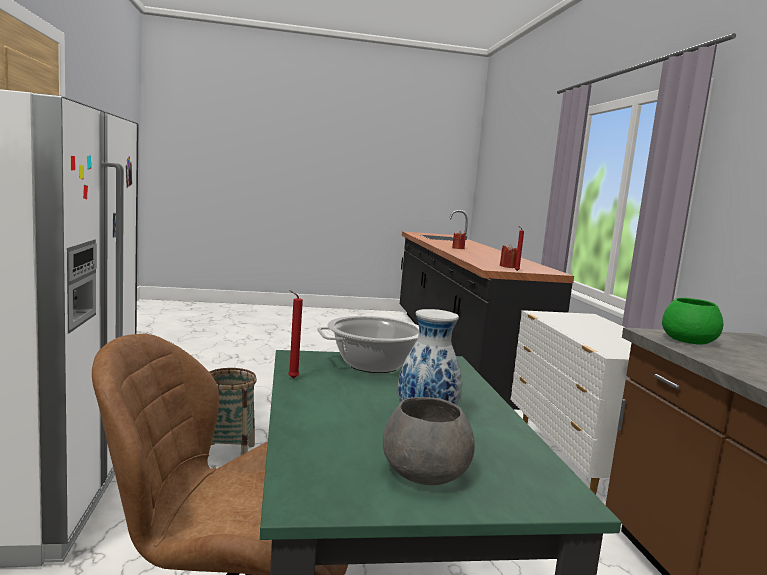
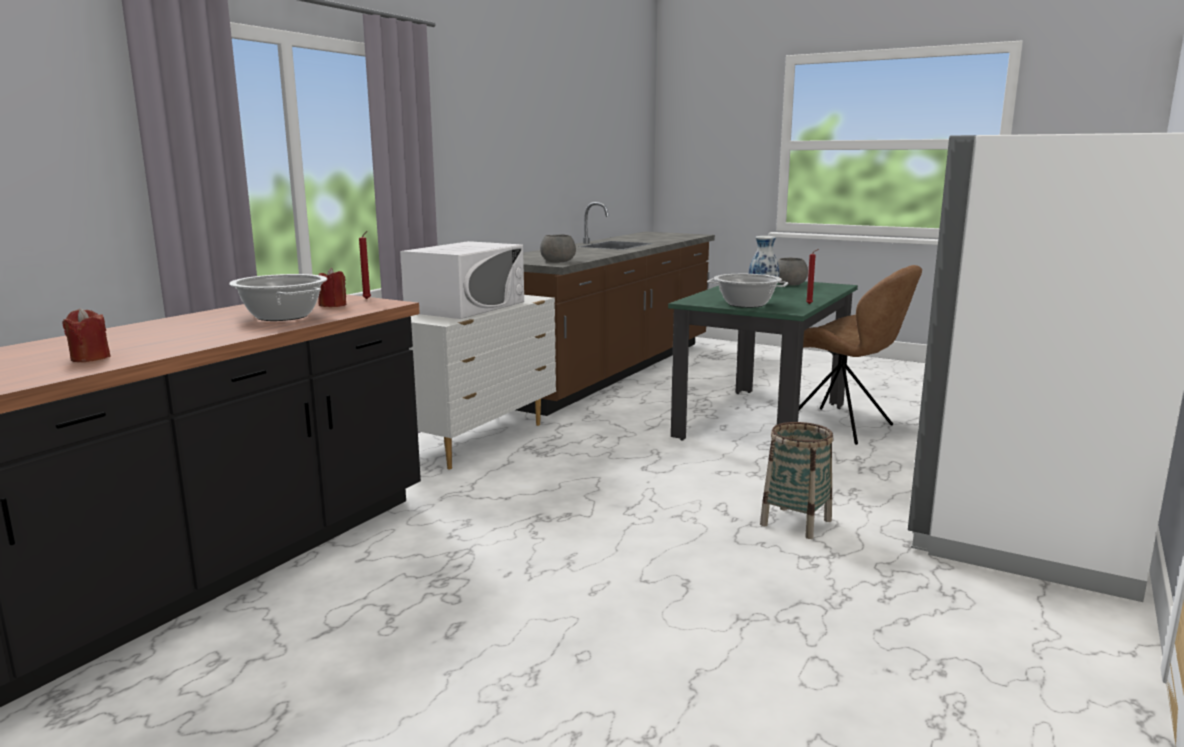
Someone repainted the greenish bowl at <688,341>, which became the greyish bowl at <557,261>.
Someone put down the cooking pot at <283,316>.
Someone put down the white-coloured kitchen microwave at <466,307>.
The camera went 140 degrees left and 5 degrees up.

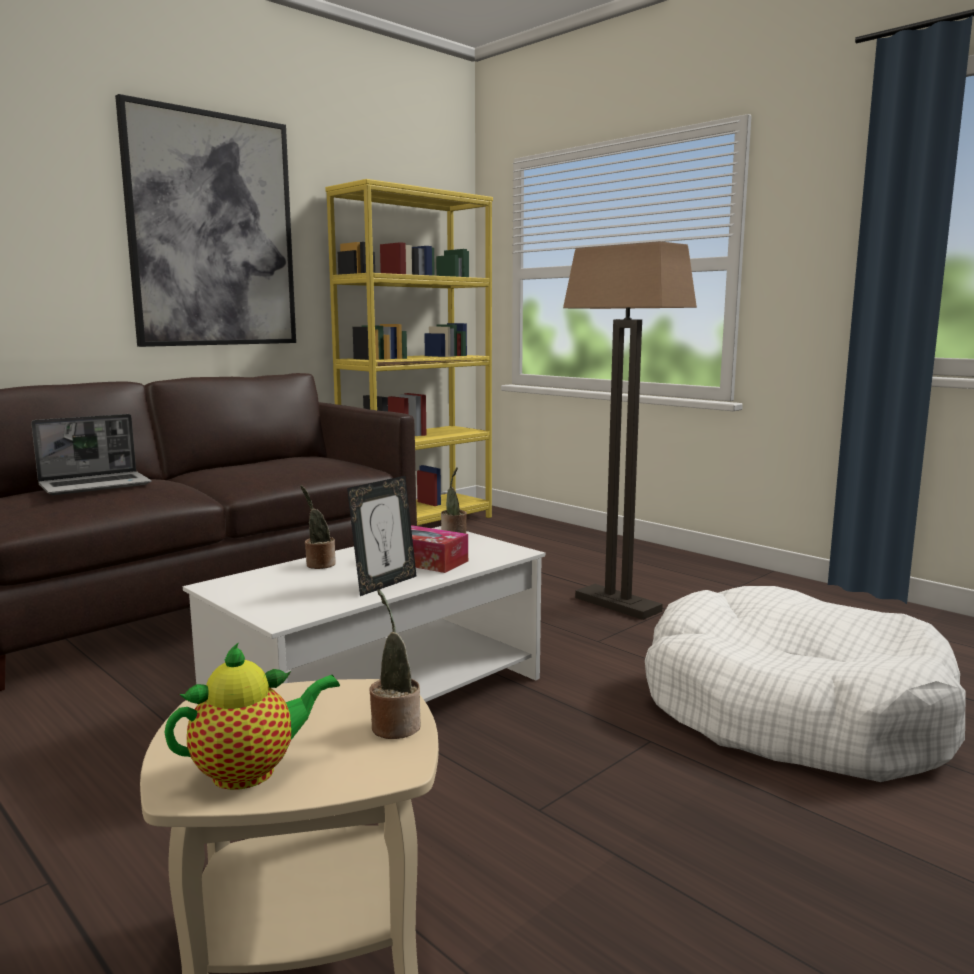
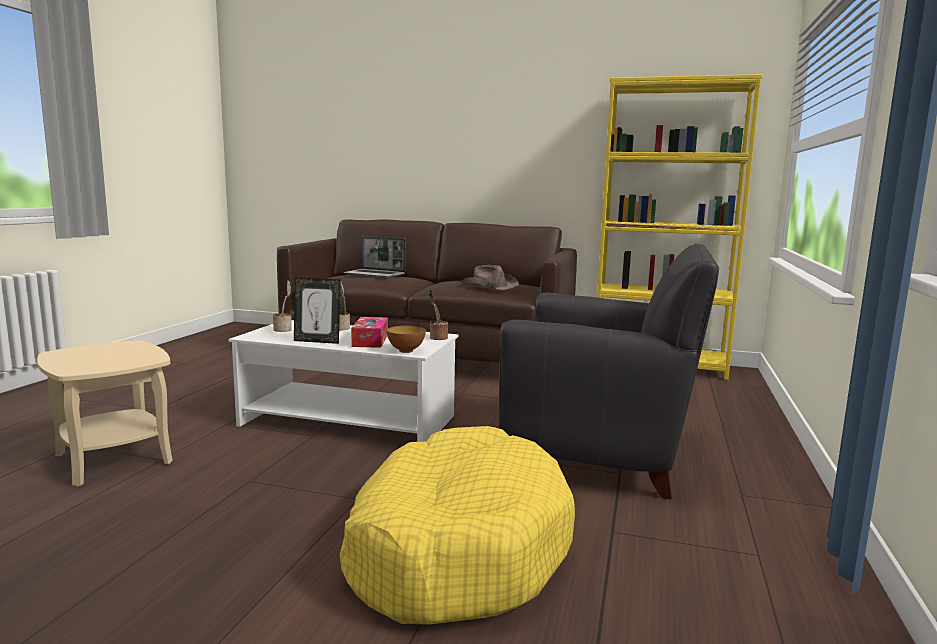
Someone took away the wall art at <212,231>.
Someone took away the tea pot at <251,771>.
Someone carried the potted plant from <394,725> to <283,329>.
Someone swapped the standing lamp at <618,604> for the black-coloured lounge chair at <600,453>.
Someone repainted the white-coloured dog cushion at <792,712>, which became the yellow-coloured dog cushion at <456,547>.
Someone put down the bowl at <406,351>.
Someone put down the brown clothing hat at <489,286>.
The camera went 60 degrees right and 0 degrees up.

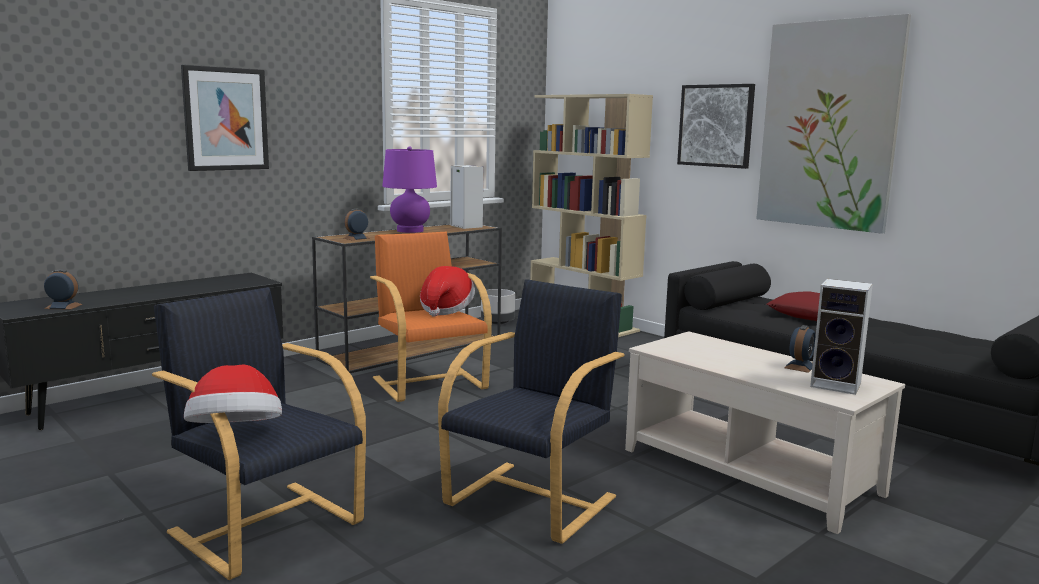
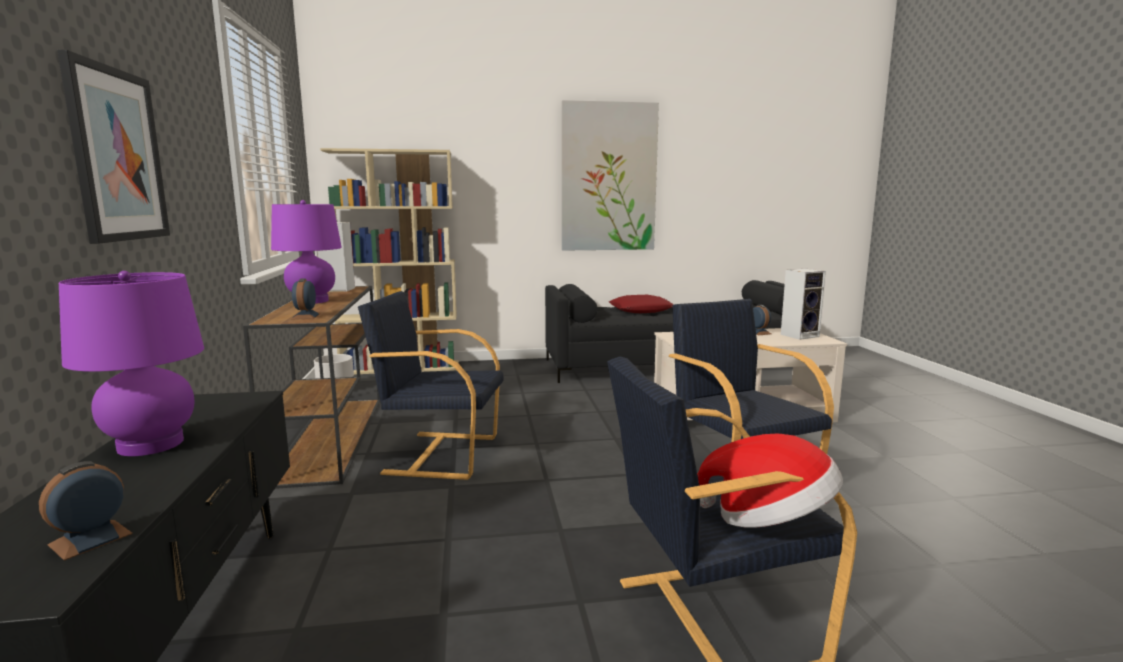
Someone repainted the orange-coloured lounge chair at <429,383>, which became the black-coloured lounge chair at <440,454>.
Someone took away the clothing hat at <446,310>.
Someone took away the wall art at <716,125>.
Someone put down the purple tabletop lamp at <151,444>.
The camera went 55 degrees left and 0 degrees up.

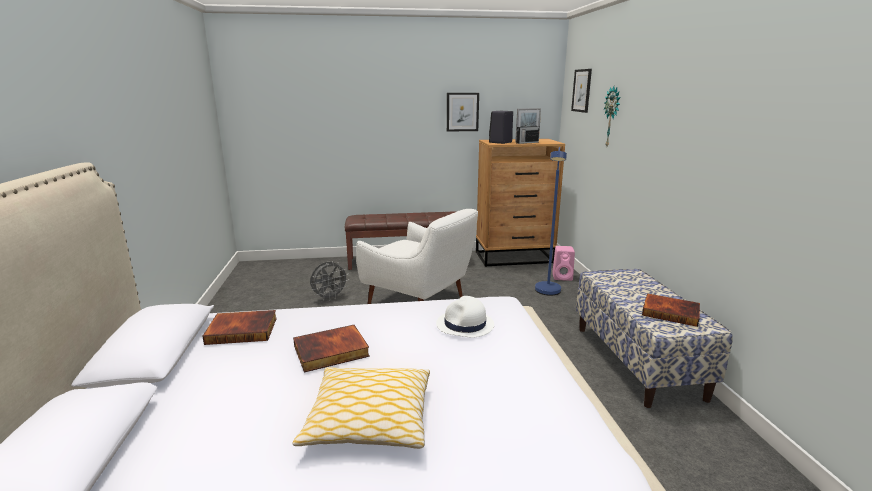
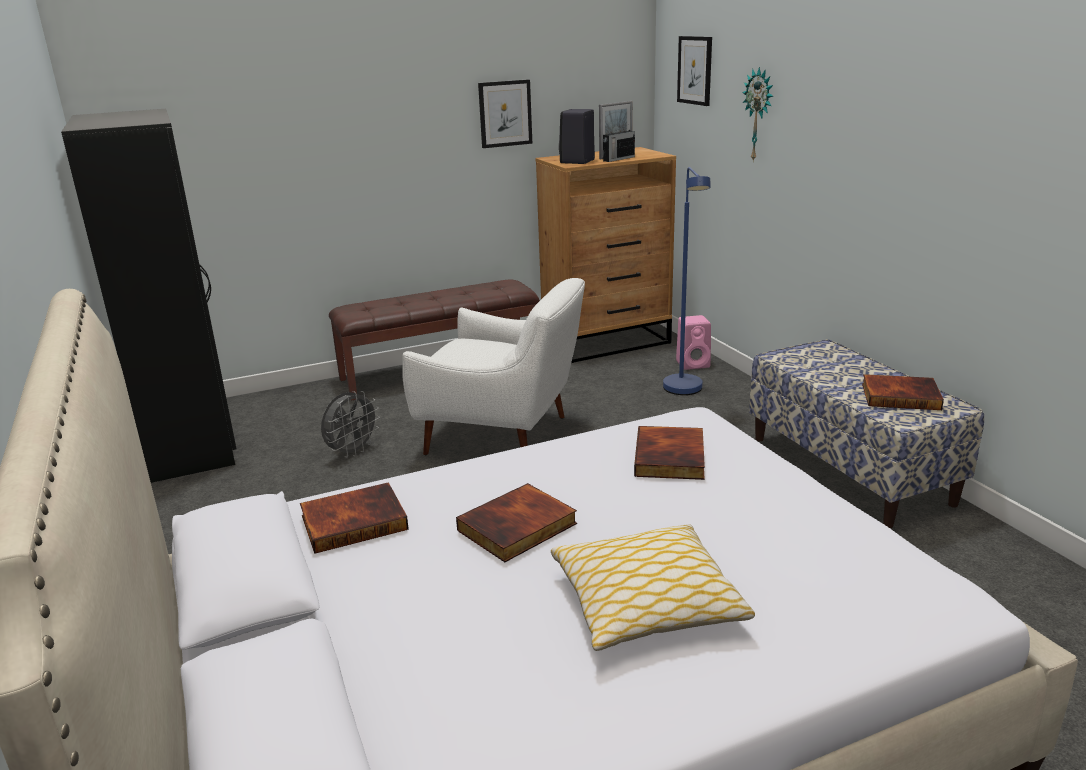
Someone swapped the white-coloured clothing hat at <465,325> for the book at <671,458>.
Someone put down the black-coloured armoire at <192,441>.
The camera went 15 degrees left and 5 degrees up.

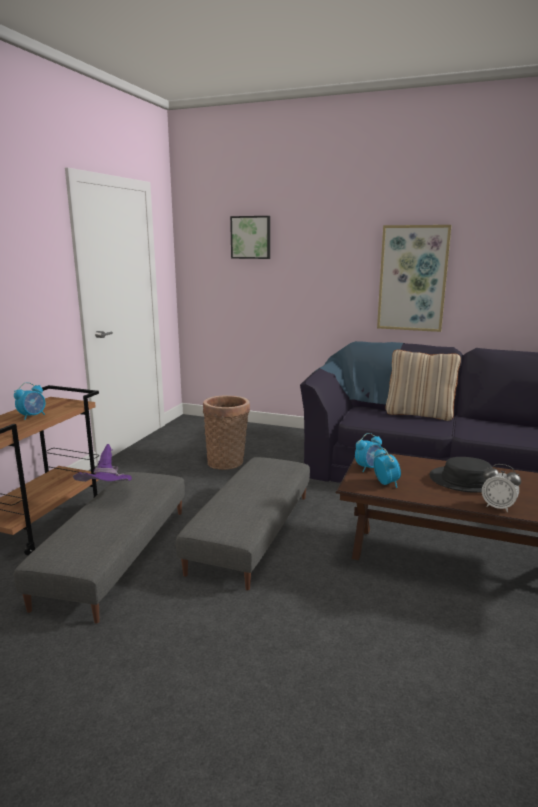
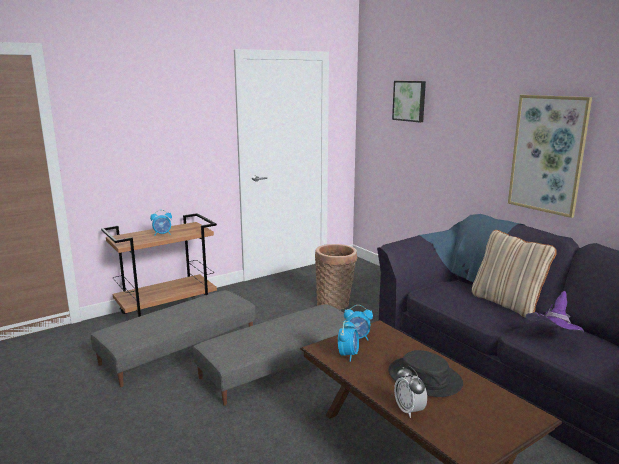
Someone carried the purple clothing hat from <108,496> to <554,341>.
The camera went 35 degrees right and 0 degrees up.

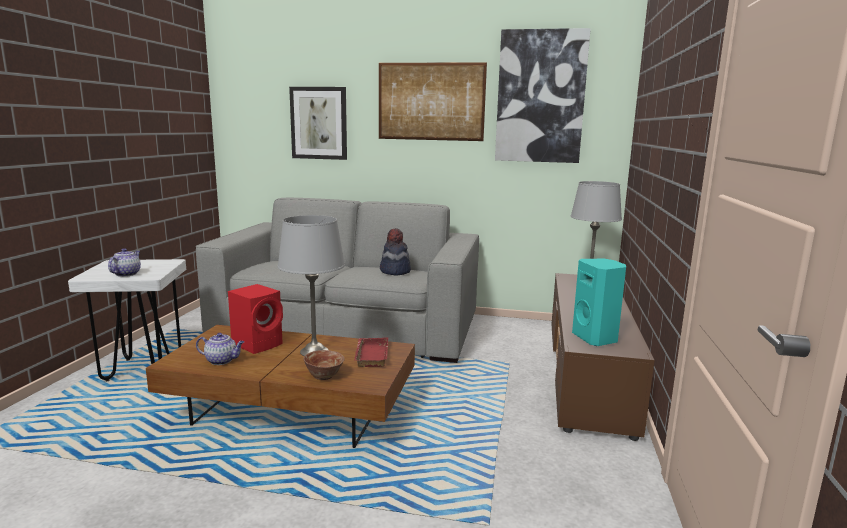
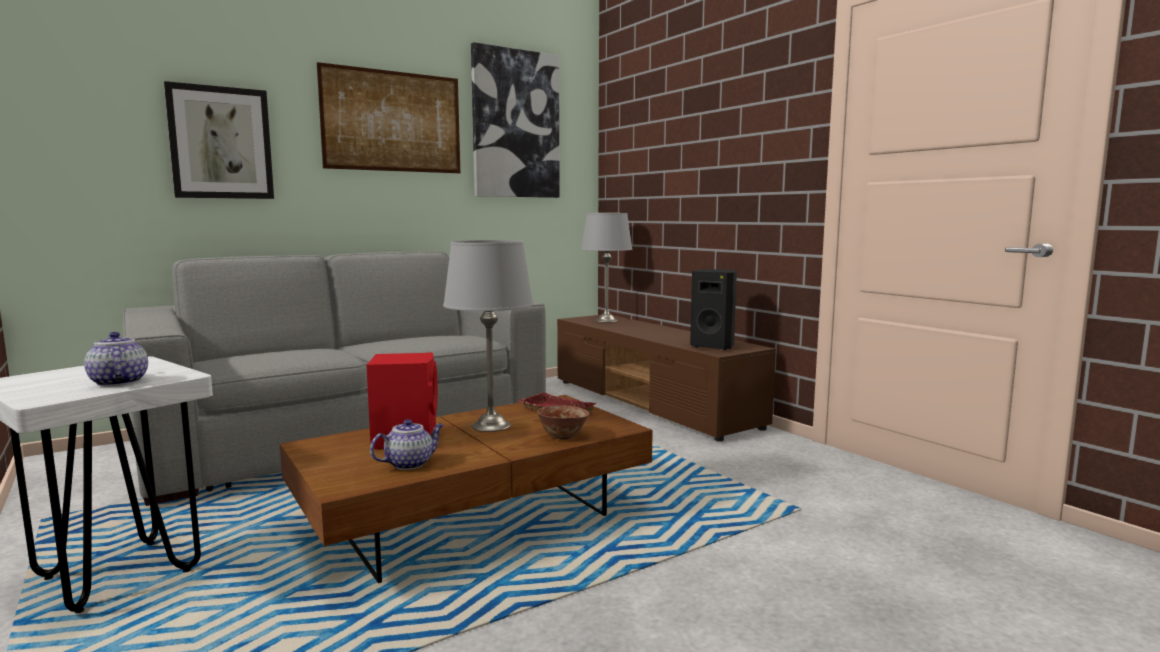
Someone took away the clothing hat at <395,271>.
Someone repainted the turquoise-coloured speaker at <596,338>, which became the black-coloured speaker at <713,346>.
The camera went 45 degrees left and 5 degrees down.

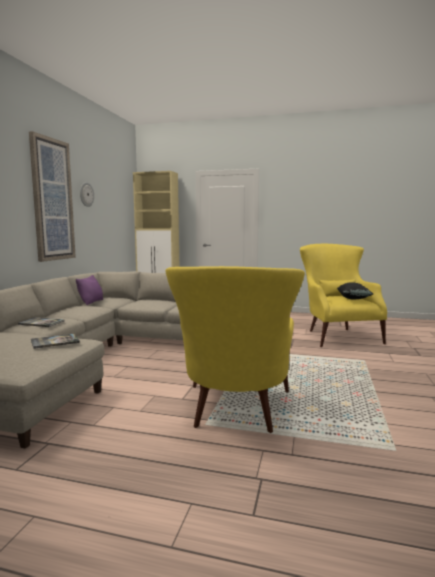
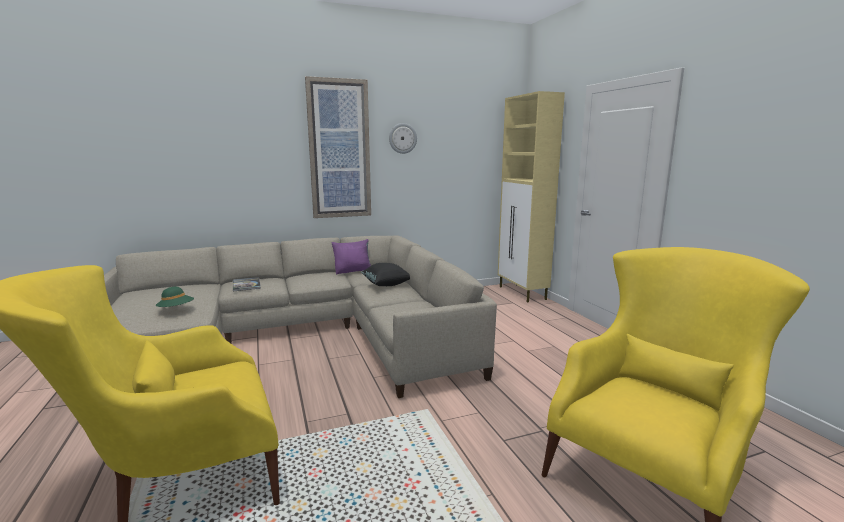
Someone swapped the book at <55,342> for the greenish clothing hat at <176,309>.
Someone carried the black-coloured pillow from <353,299> to <386,285>.
The camera went 55 degrees right and 5 degrees up.

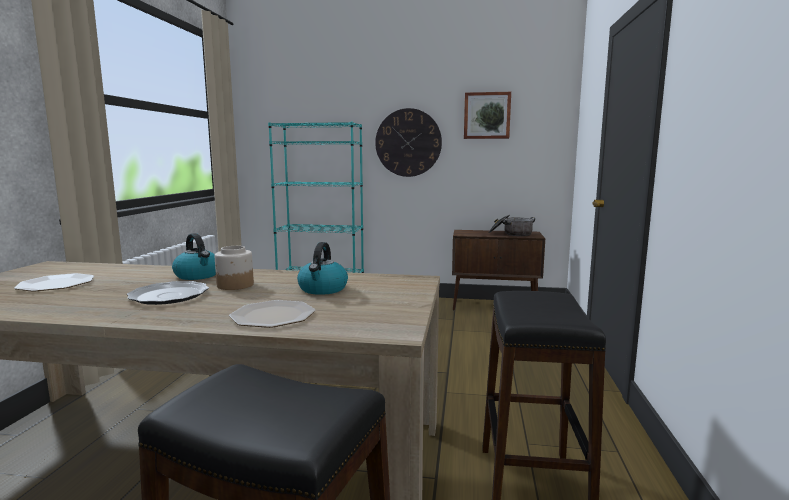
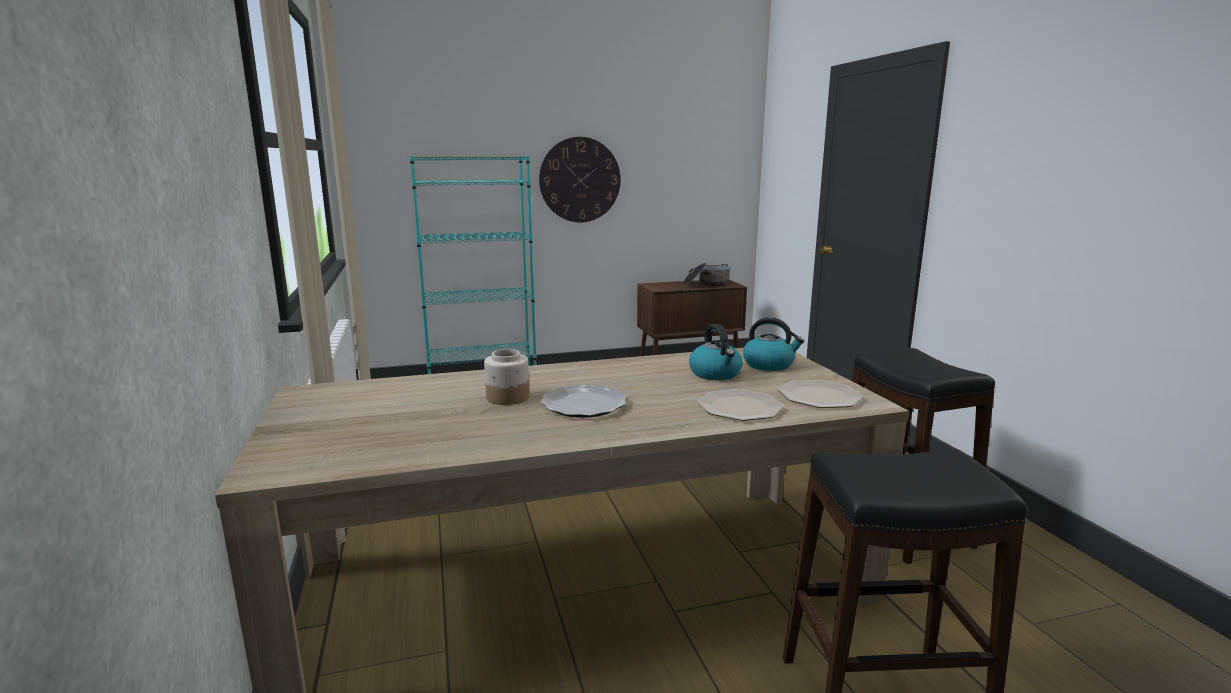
Someone carried the flat dish from <56,284> to <820,396>.
Someone carried the kettle from <198,275> to <769,365>.
Someone carried the storage jar from <235,285> to <508,397>.
Someone took away the wall art at <487,115>.
The camera went 25 degrees left and 5 degrees up.

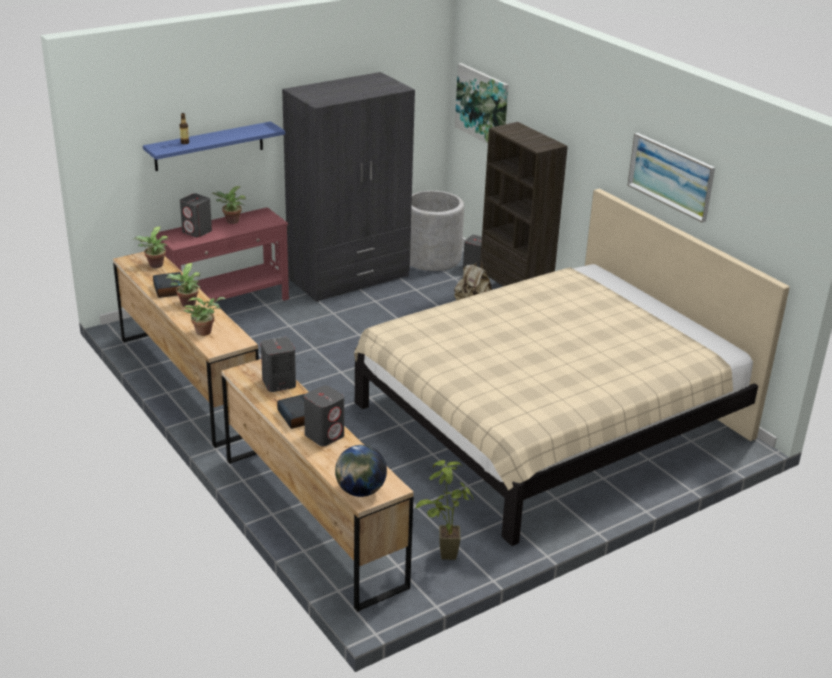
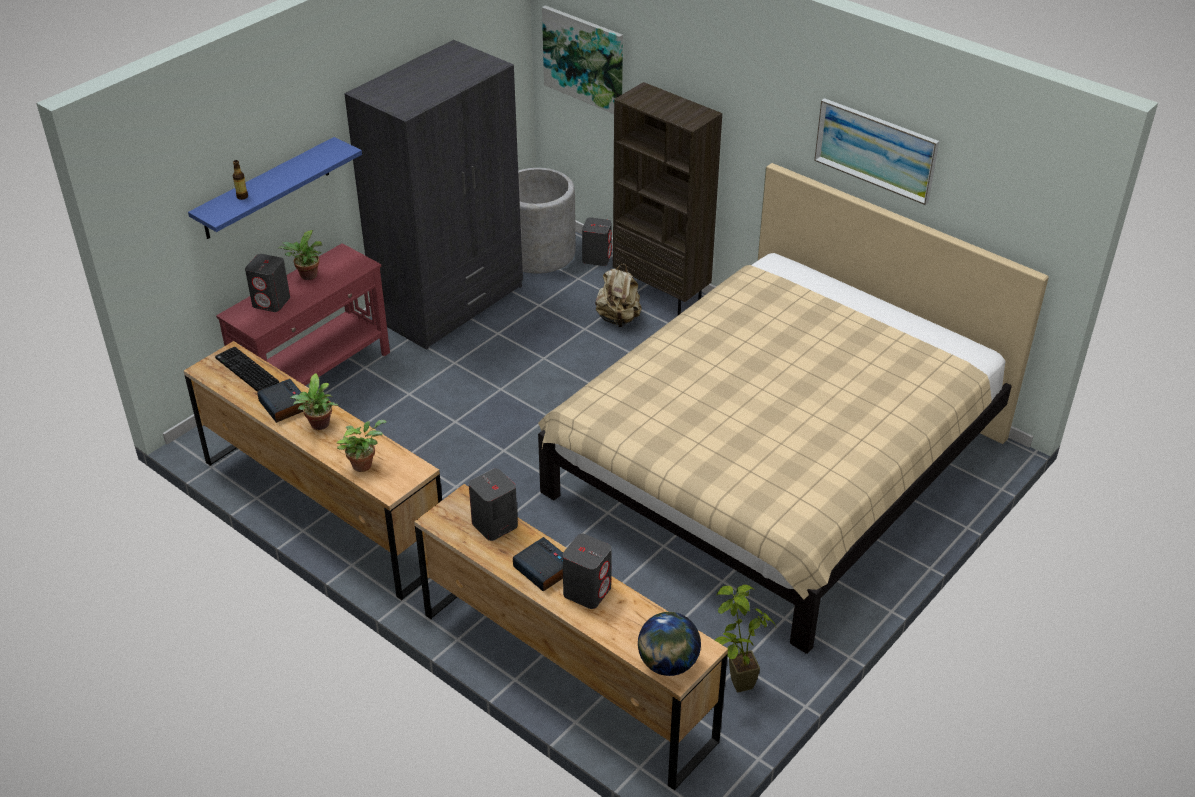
Someone swapped the potted plant at <155,266> for the PC keyboard at <245,371>.
The camera went 15 degrees left and 10 degrees up.

